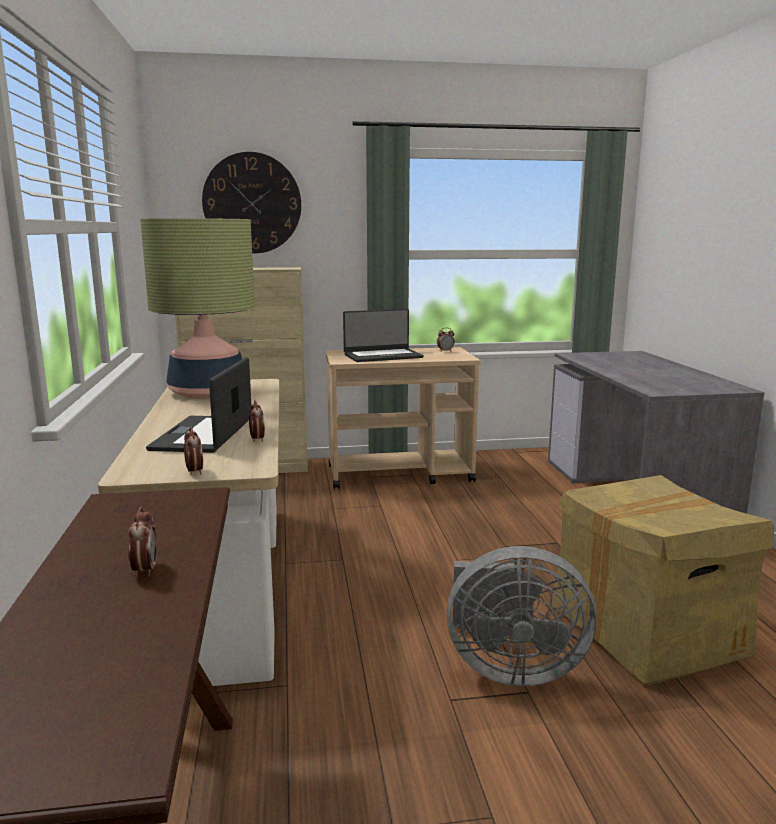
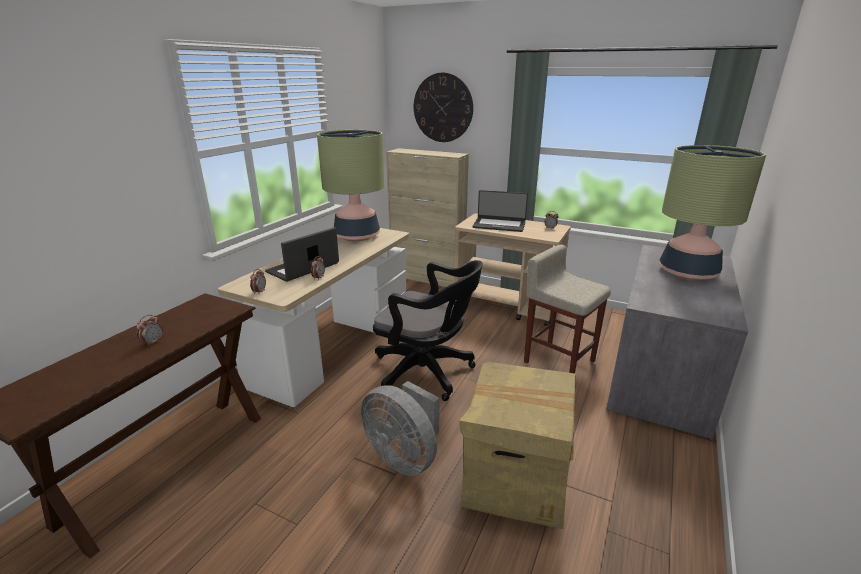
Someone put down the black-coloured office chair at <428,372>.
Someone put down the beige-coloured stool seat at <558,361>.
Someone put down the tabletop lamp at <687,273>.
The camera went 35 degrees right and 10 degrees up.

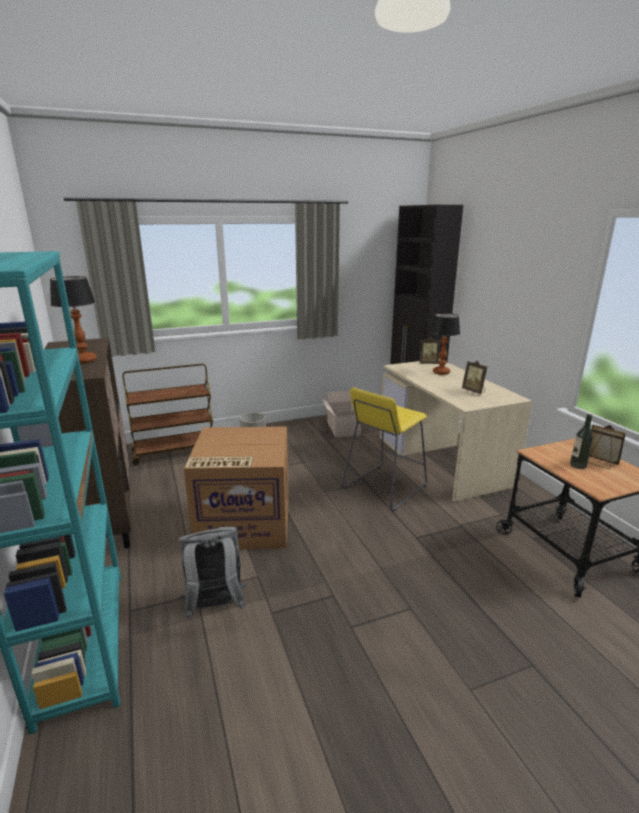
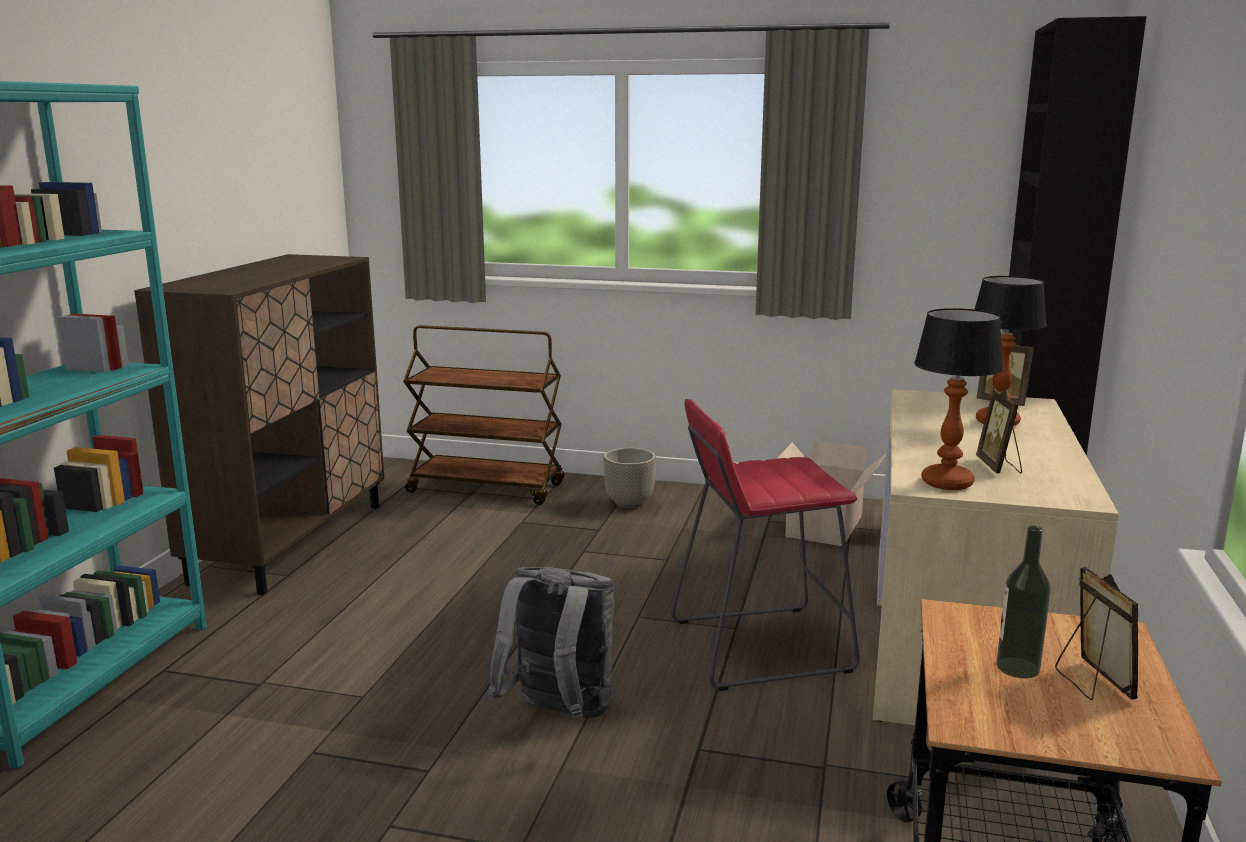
Someone carried the tabletop lamp from <83,360> to <945,483>.
Someone carried the greyish knapsack from <215,607> to <558,715>.
Someone took away the cardboard box at <243,522>.
Someone repainted the yellow-coloured stool seat at <384,487>, which became the reddish stool seat at <759,646>.
The camera went 35 degrees right and 5 degrees down.

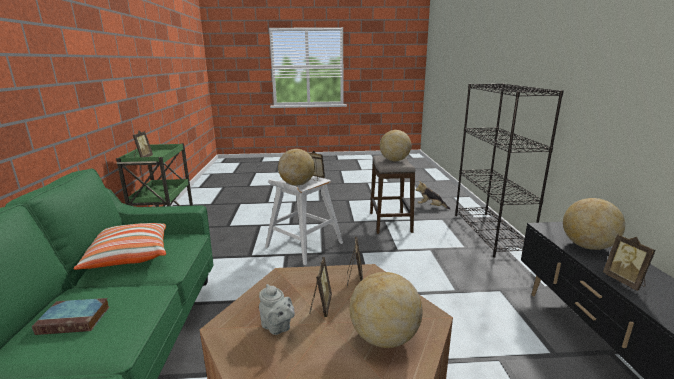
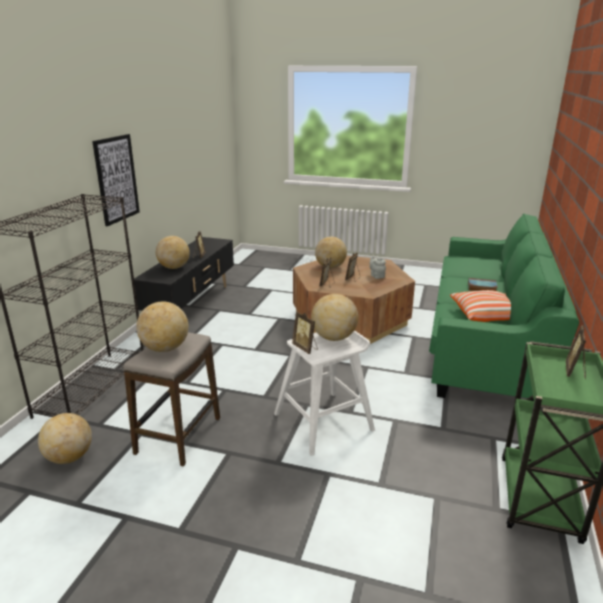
Someone swapped the plush toy at <431,207> for the world globe at <69,457>.
Someone put up the wall art at <116,179>.
The camera went 160 degrees left and 5 degrees up.

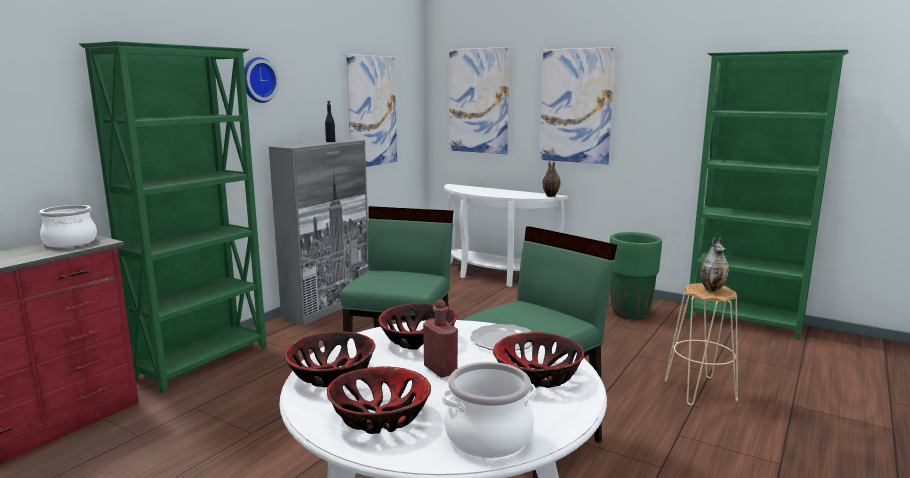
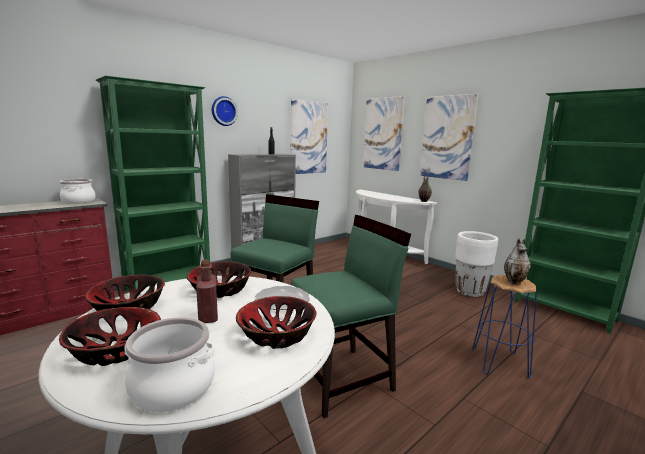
Someone repainted the greenish plant pot at <630,313>, which became the white-coloured plant pot at <470,292>.
Someone repainted the beige-coloured stool seat at <700,391>, which became the blue stool seat at <500,363>.
The camera went 15 degrees right and 0 degrees up.

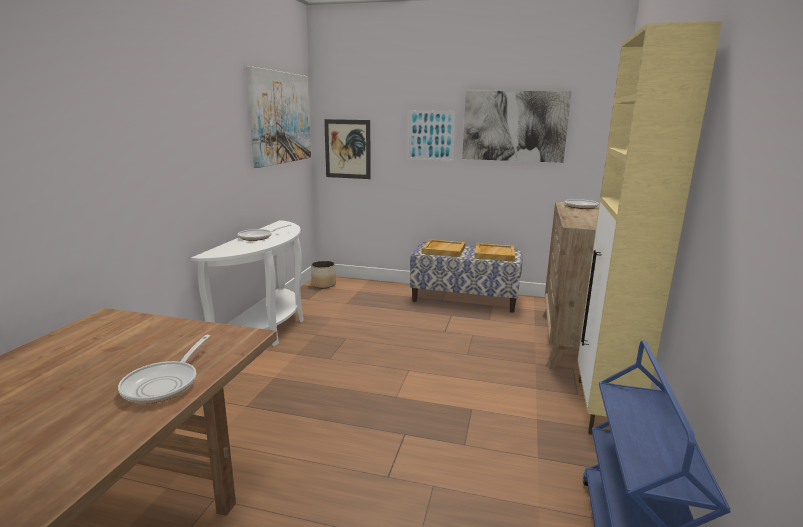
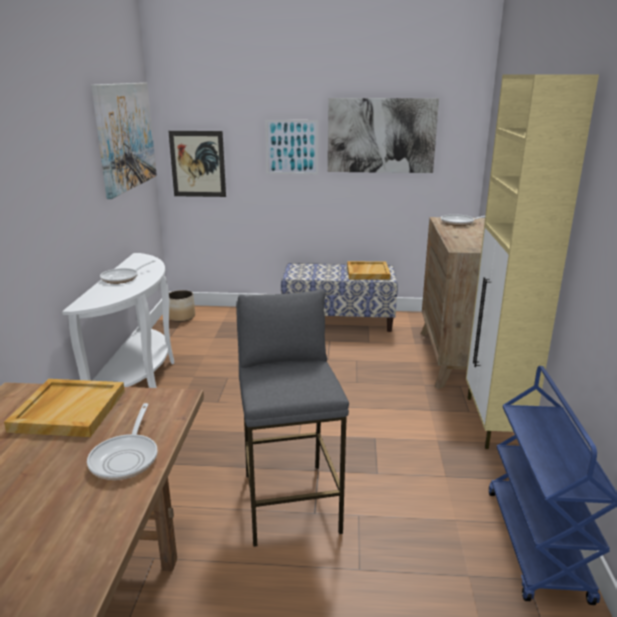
Someone carried the beige-coloured carrying tray from <443,250> to <68,410>.
Someone put down the greyish stool seat at <290,502>.
The camera went 10 degrees left and 5 degrees up.

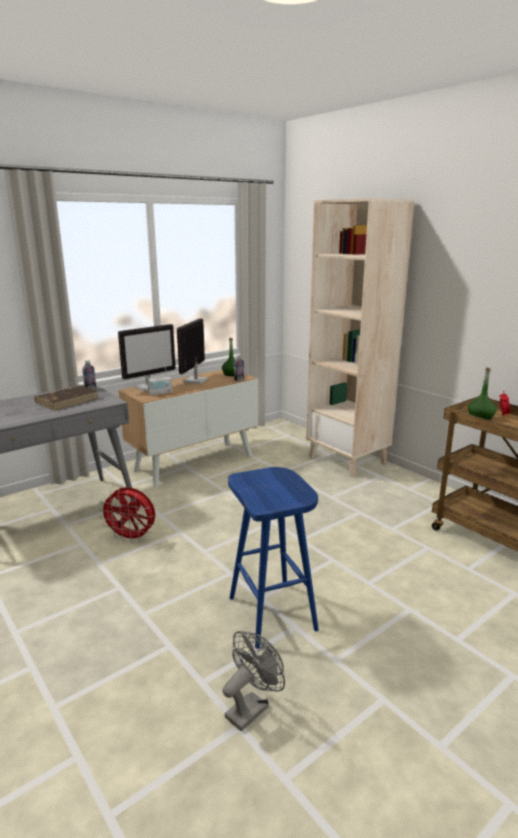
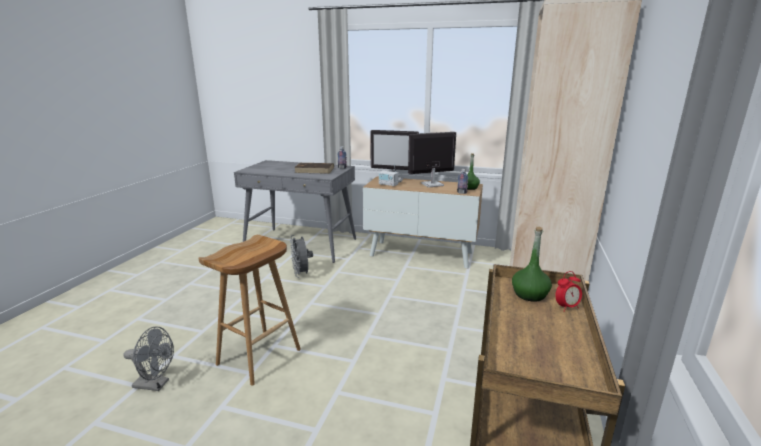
Someone repainted the reddish electric fan at <132,537>, which became the greyish electric fan at <301,274>.
Someone repainted the blue stool seat at <273,614>, which became the brown stool seat at <259,357>.
The camera went 55 degrees right and 0 degrees up.

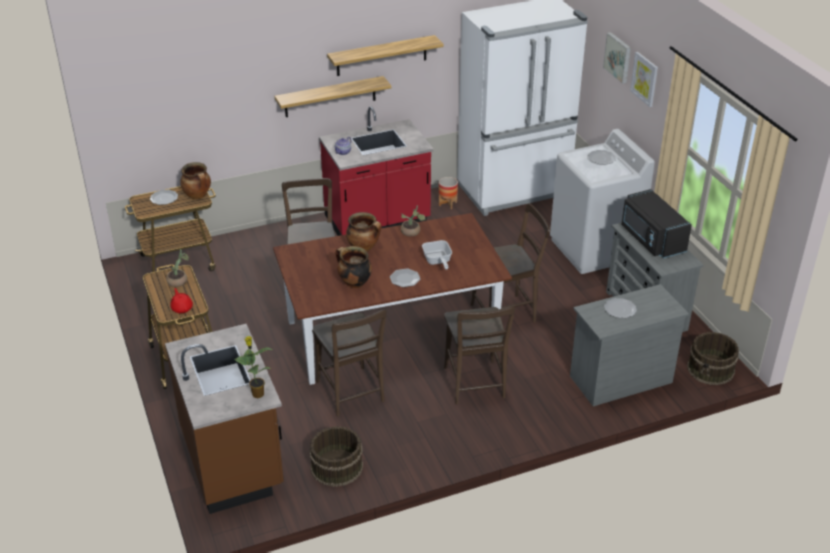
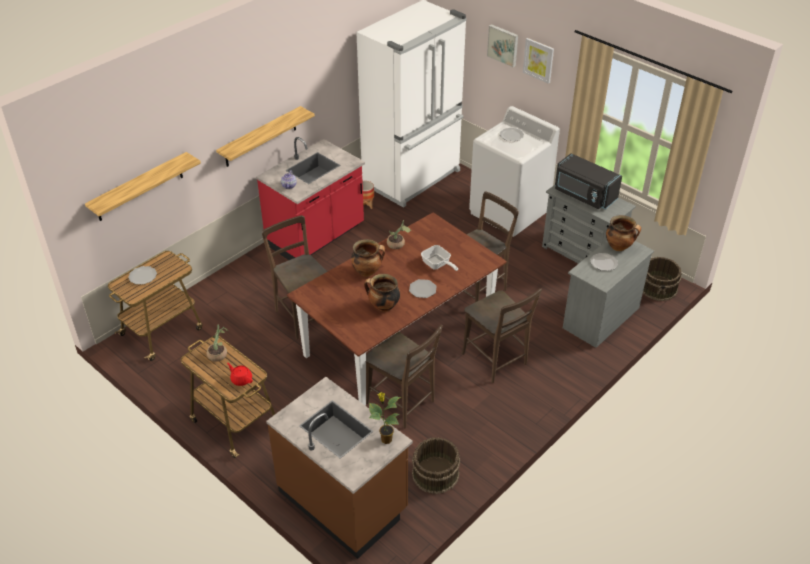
Someone carried the cooking pot from <198,196> to <619,247>.
Someone carried the shelf from <381,55> to <139,187>.
The camera went 25 degrees left and 5 degrees up.

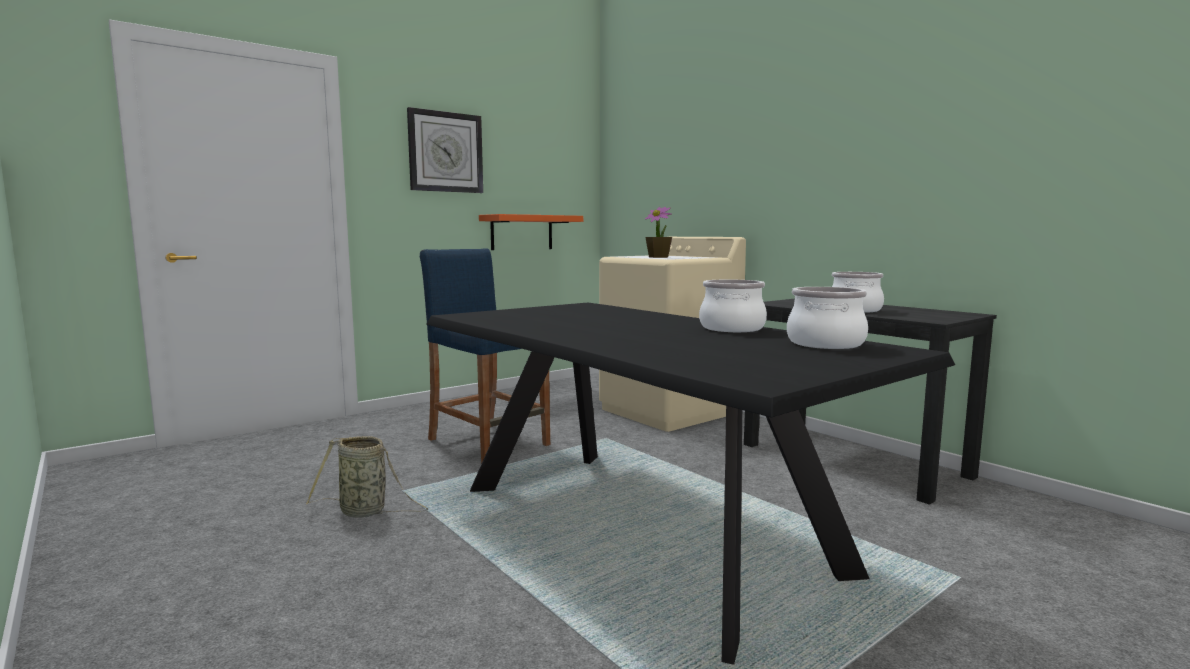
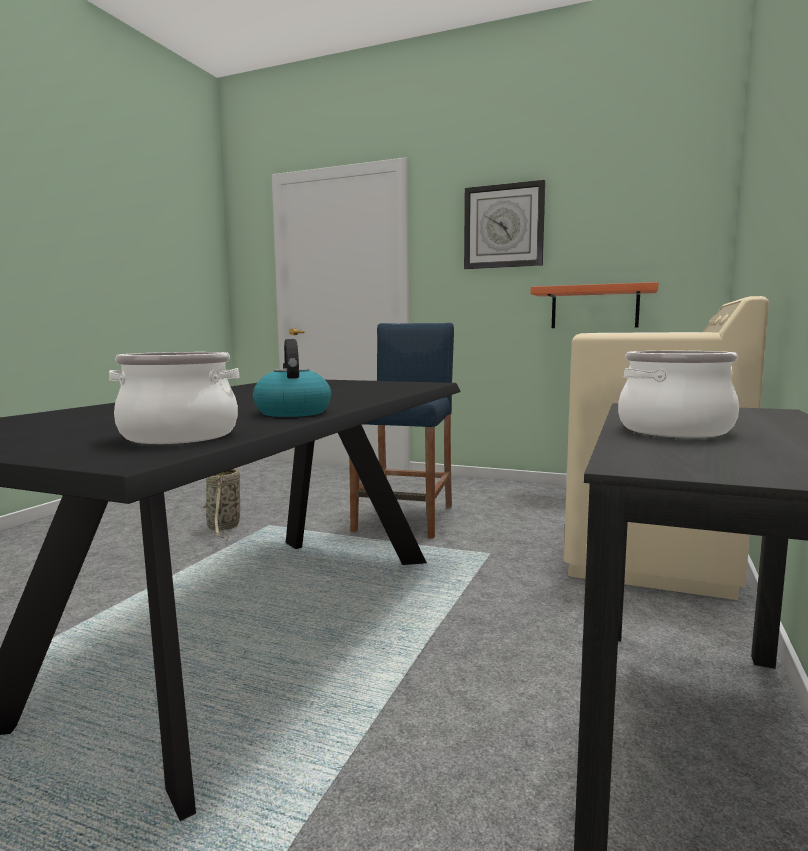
Someone took away the potted plant at <658,257>.
Someone swapped the cooking pot at <732,328> for the kettle at <292,412>.
The camera went 60 degrees right and 0 degrees up.

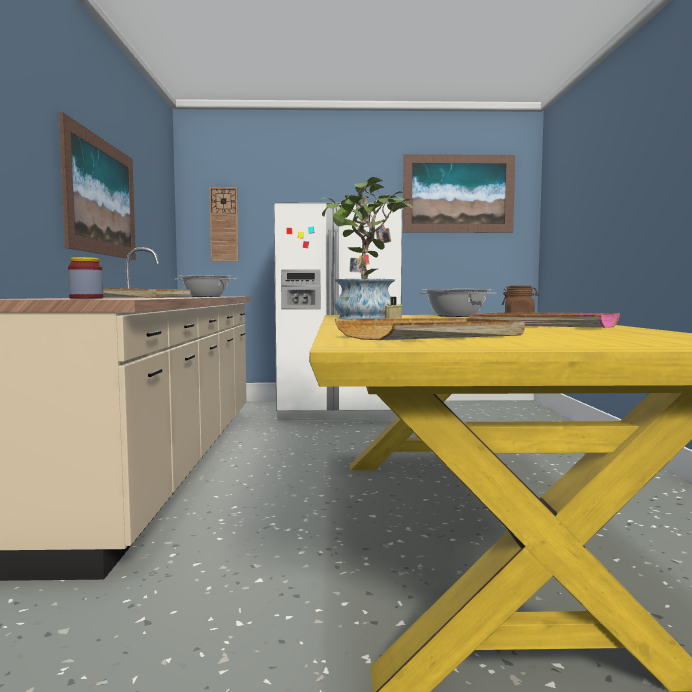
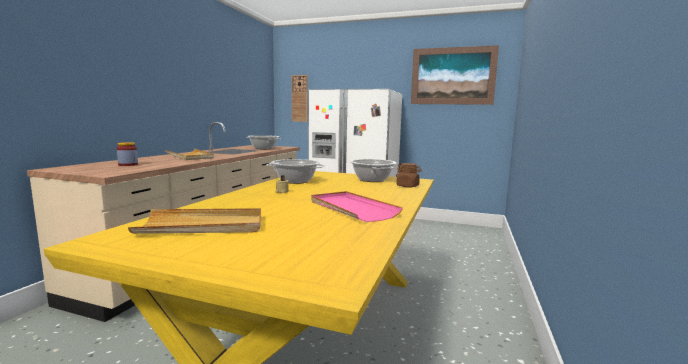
Someone took away the wall art at <101,197>.
Someone swapped the potted plant at <364,318> for the cooking pot at <295,181>.
The camera went 20 degrees right and 5 degrees up.

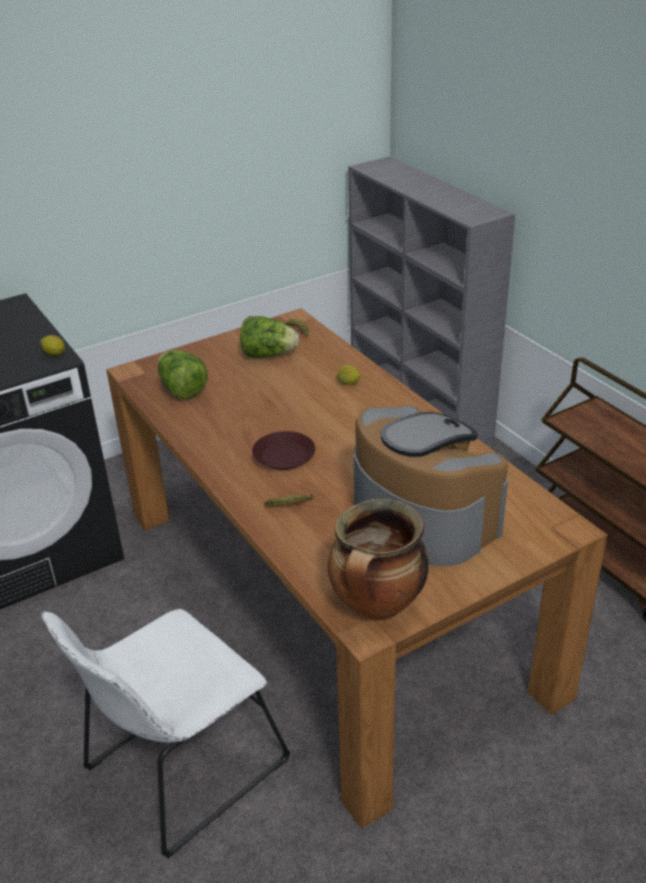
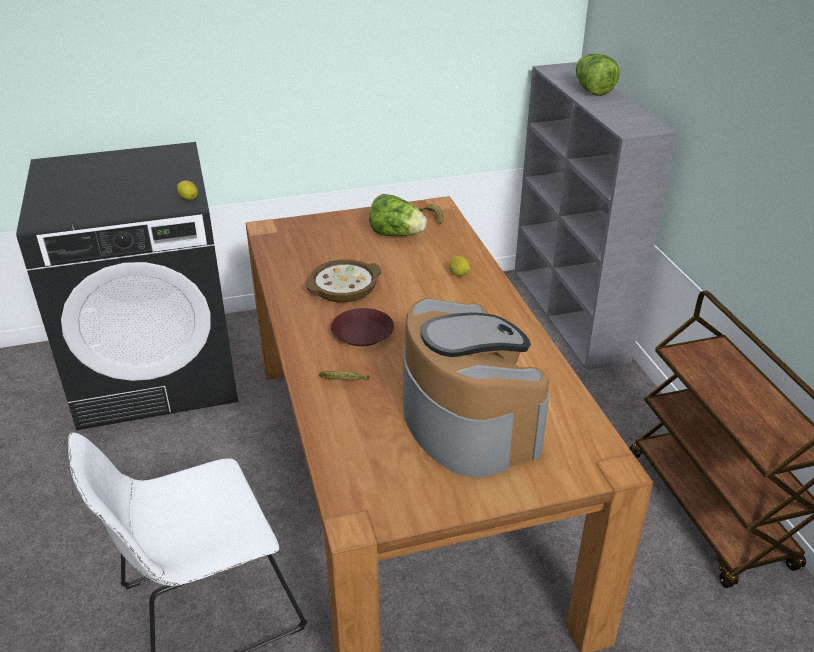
Someone carried the head of lettuce from <182,389> to <592,90>.
Someone took away the cooking pot at <377,606>.
Someone put down the bowl at <344,288>.
The camera went 15 degrees right and 0 degrees up.

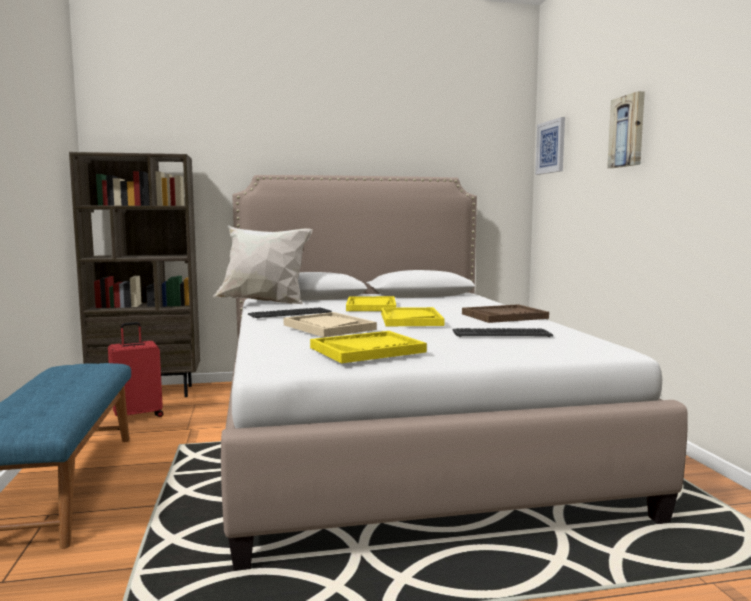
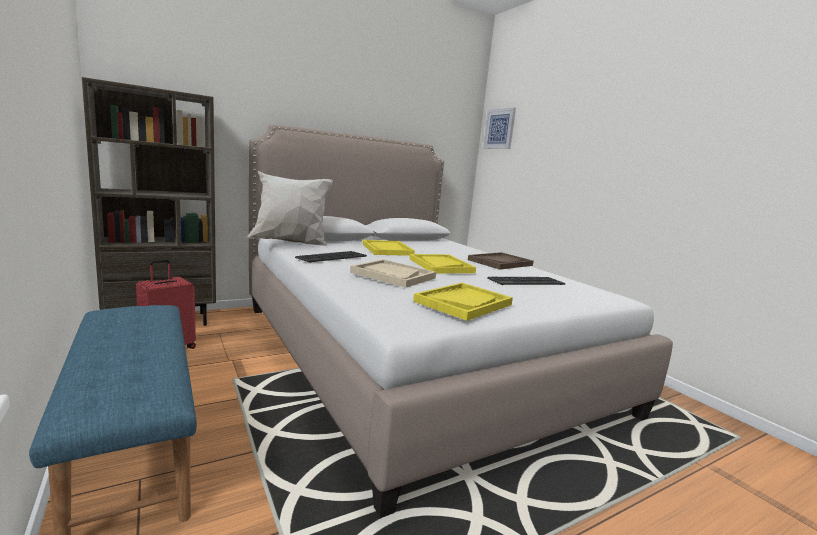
Someone took away the wall art at <628,131>.
The camera went 20 degrees left and 5 degrees up.

